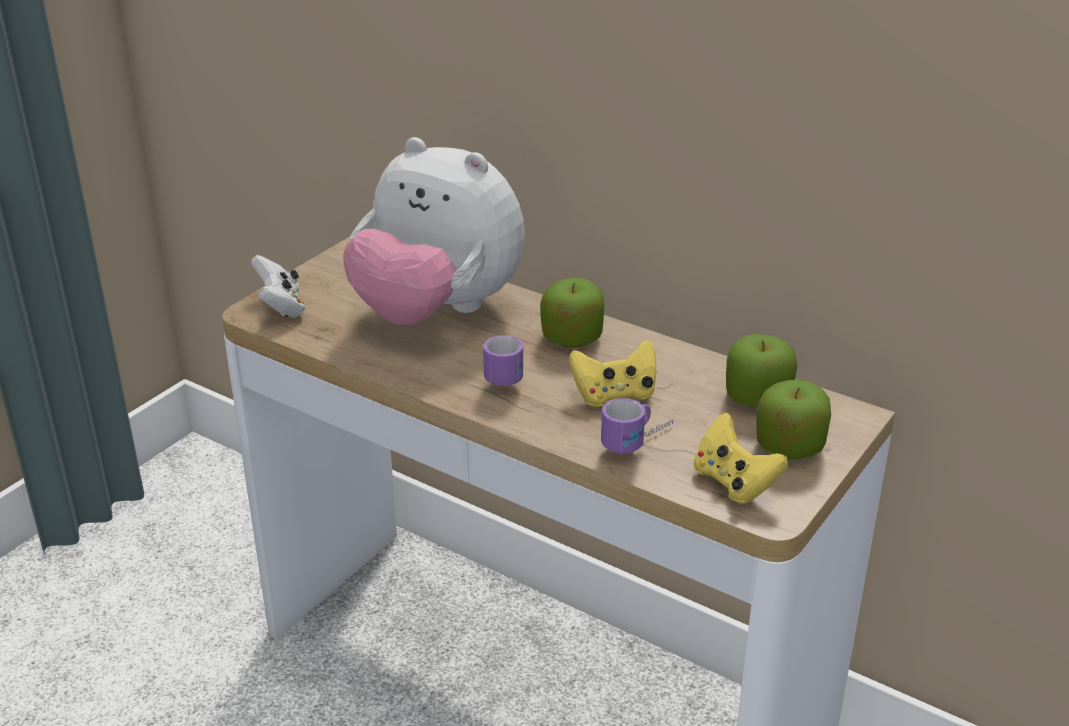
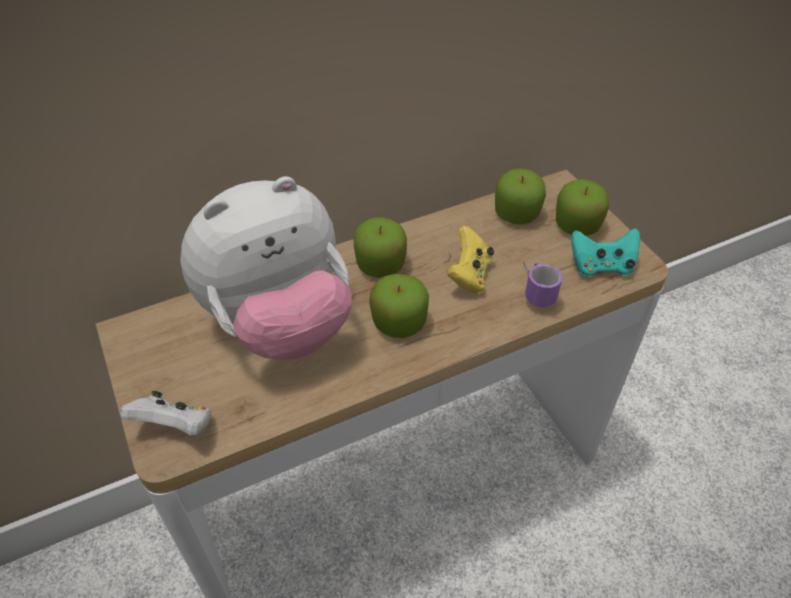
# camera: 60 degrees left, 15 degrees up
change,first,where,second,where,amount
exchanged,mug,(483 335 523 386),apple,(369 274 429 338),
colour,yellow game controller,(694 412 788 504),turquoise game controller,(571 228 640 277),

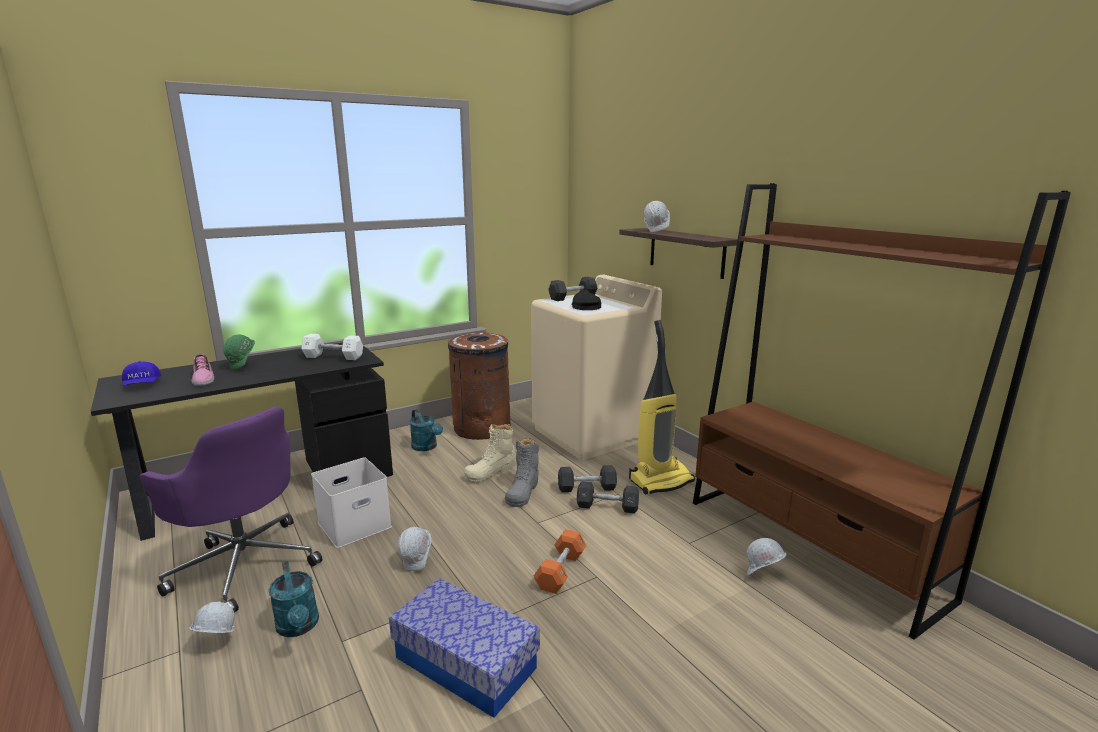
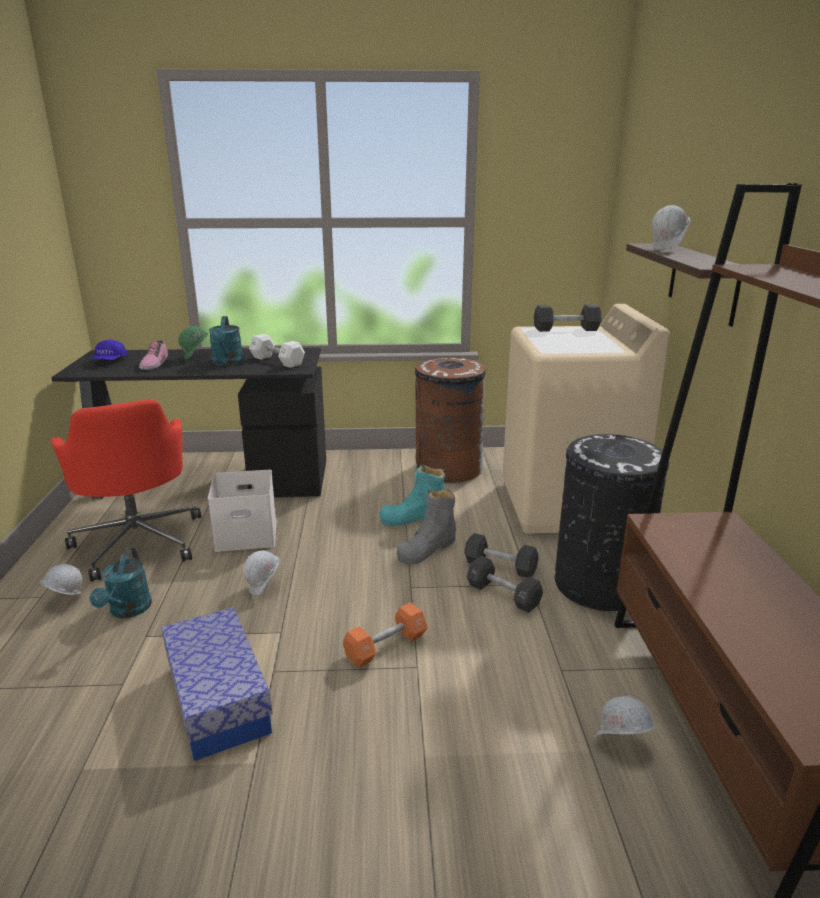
# camera: 30 degrees right, 5 degrees up
change,first,where,second,where,amount
colour,purple office chair,(139 406 322 612),red office chair,(51 399 201 582),
relocated,turquoise watering can,(410 409 443 451),,(209 316 244 366),
colour,beige boot,(464 424 515 483),turquoise boot,(380 465 446 526),
exchanged,vacuum cleaner,(629 320 695 494),black trash can,(555 434 669 611),
missing,black cap,(571 290 601 310),,,

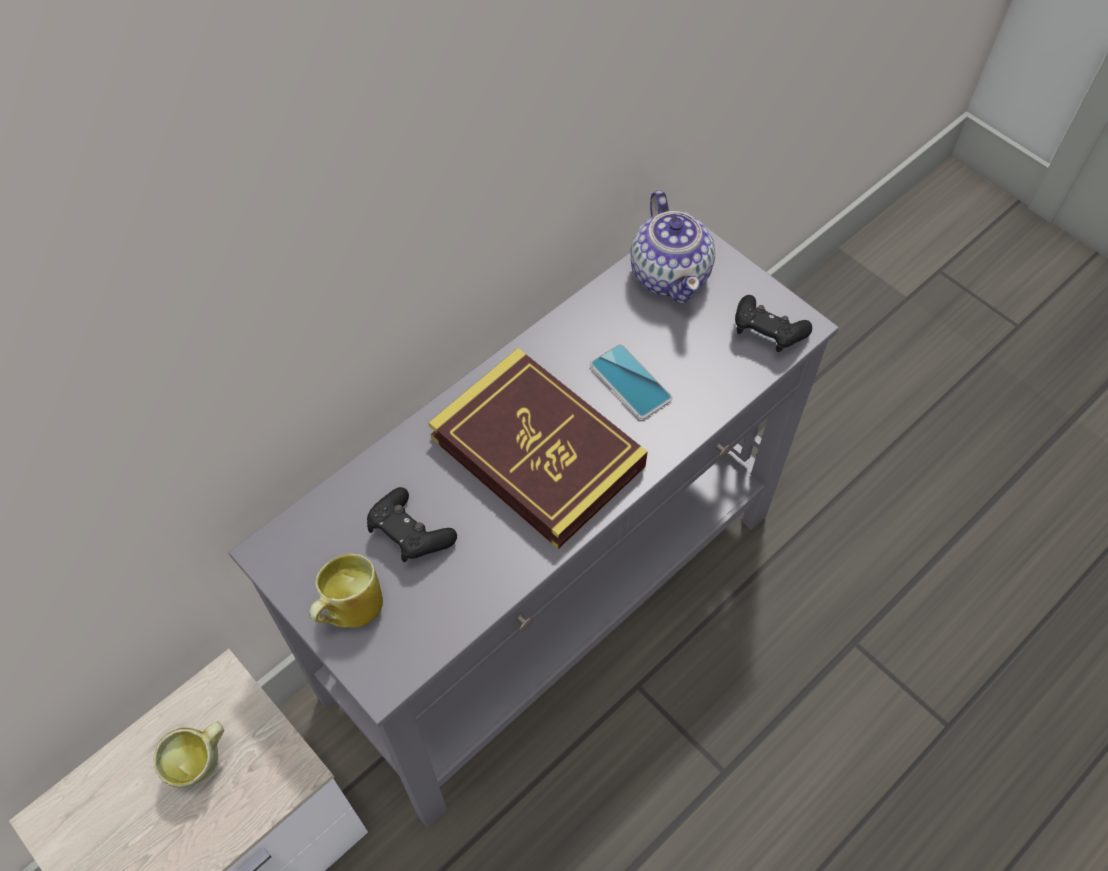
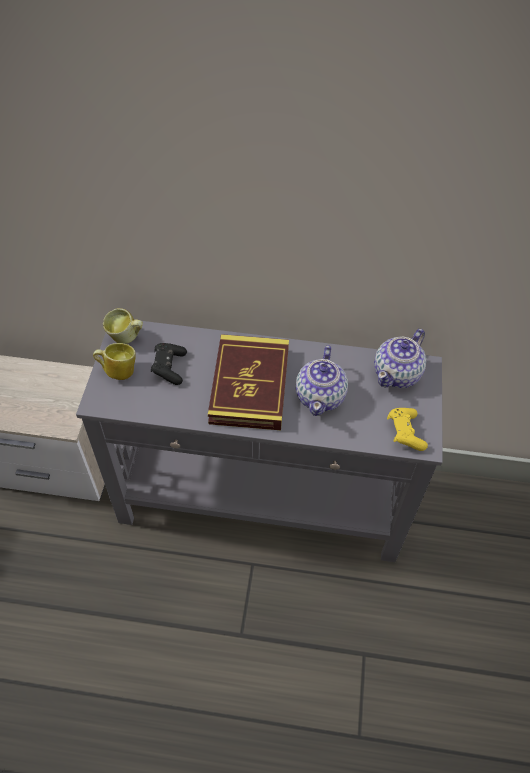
# camera: 50 degrees right, 5 degrees down
change,first,where,second,where,amount
relocated,mug,(153 721 224 787),,(103 308 143 344),
exchanged,phone,(590 344 673 419),teapot,(296 345 348 416),
colour,black game controller,(735 295 812 352),yellow game controller,(387 408 428 451),

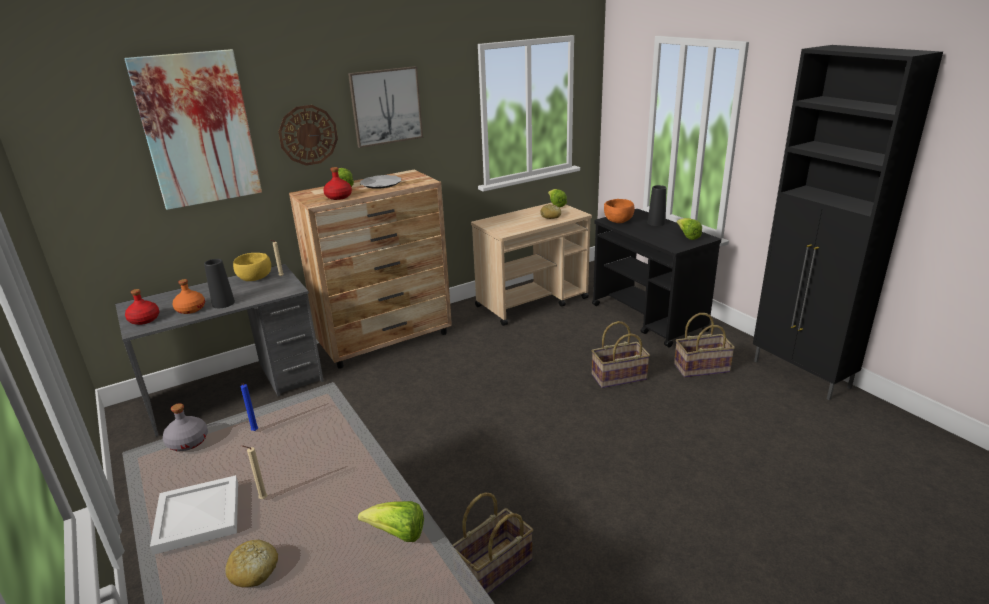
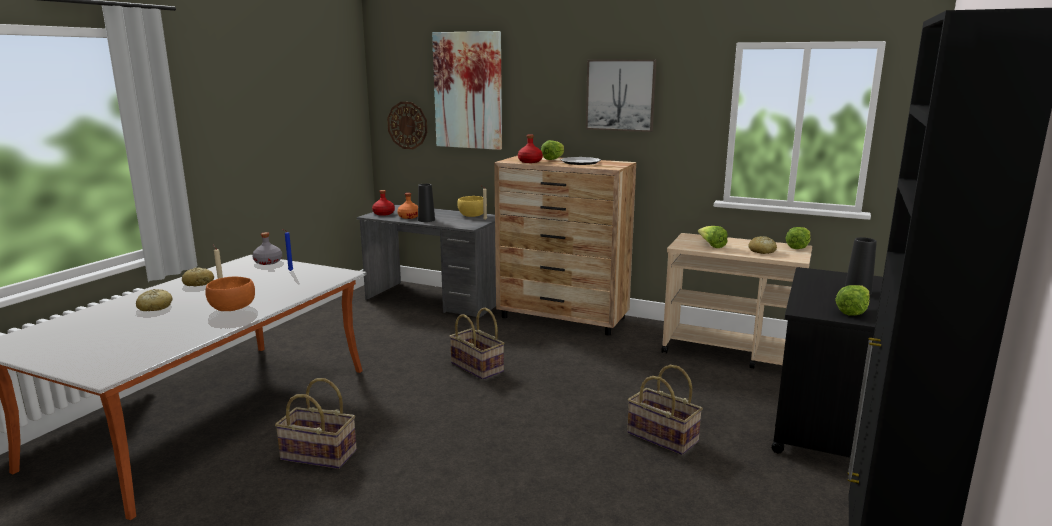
# camera: 55 degrees right, 10 degrees down
change,first,where,second,where,amount
exchanged,white tray,(150 475 238 555),bread,(182 267 214 286),
relocated,orange bowl,(604 199 634 223),,(205 276 255 311),
relocated,wall clock,(278 105 338 166),,(387 102 427 149),
relocated,basket,(674 313 735 378),,(449 308 505 380),
relocated,lettuce,(358 501 424 542),,(698 226 728 248),

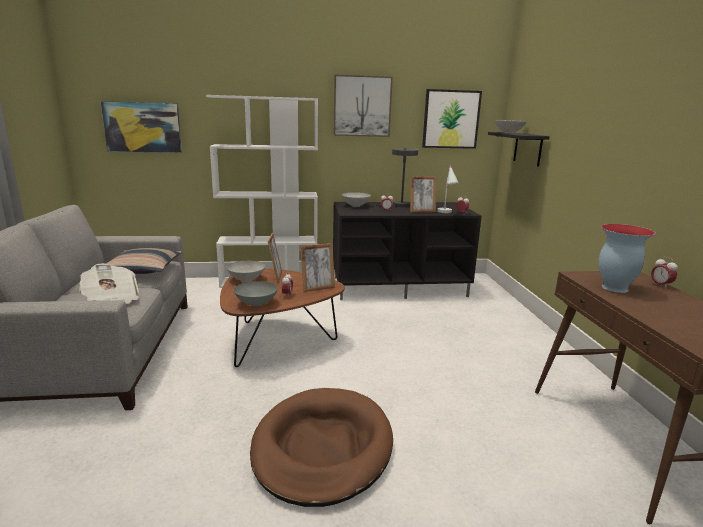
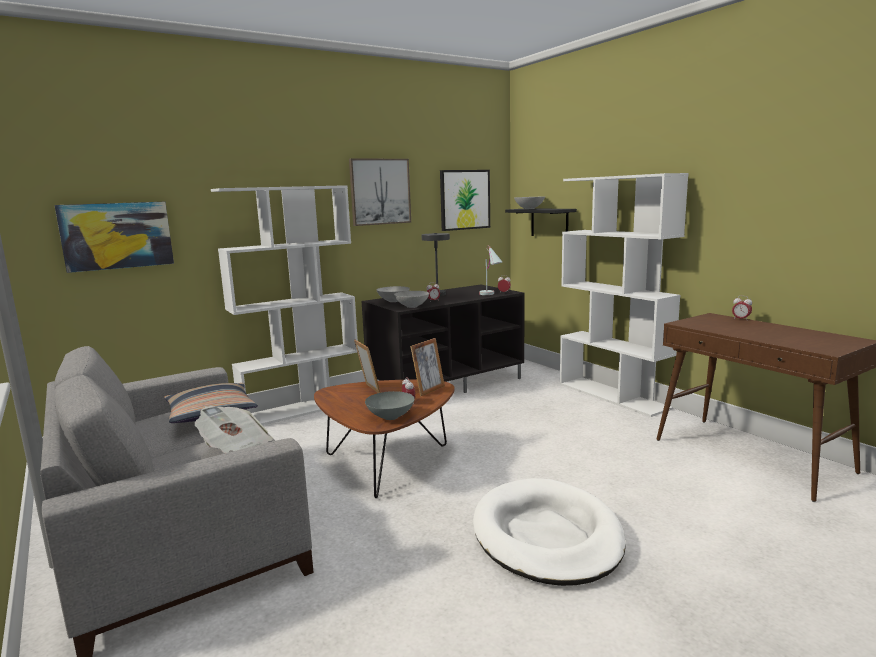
# camera: 25 degrees left, 5 degrees down
change,first,where,second,where,amount
relocated,grey bowl,(226 261 265 282),,(394 291 429 308),
colour,brown dog bed,(250 388 393 507),white dog bed,(473 478 626 586),
appeared,,,white bookcase,(560 173 689 417),
missing,picture frame,(410 176 436 213),,,
missing,vase,(598 224 656 293),,,

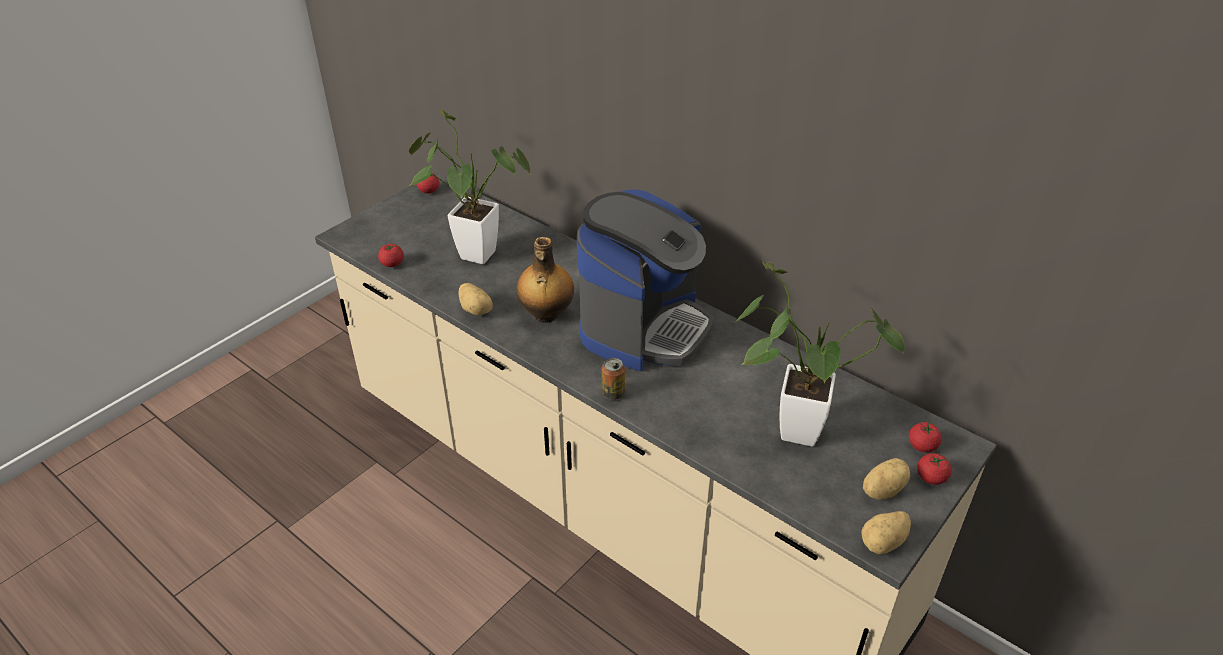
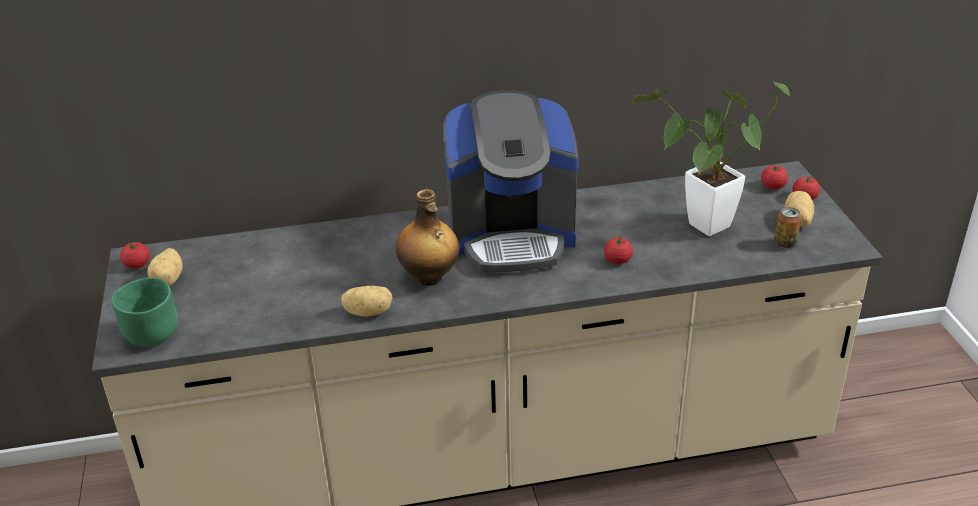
# camera: 50 degrees left, 5 degrees down
change,first,where,second,where,amount
appeared,,,green bowl,(111 278 178 347),
relocated,potato,(861 511 911 554),,(147 248 183 286),
spun,coffee machine,(577 189 714 371),,(443 90 579 272),105 degrees clockwise
relocated,tomato,(378 244 404 267),,(604 236 633 264),
relocated,can,(602 358 625 400),,(774 207 801 249),
missing,potted plant,(409 109 531 264),,,

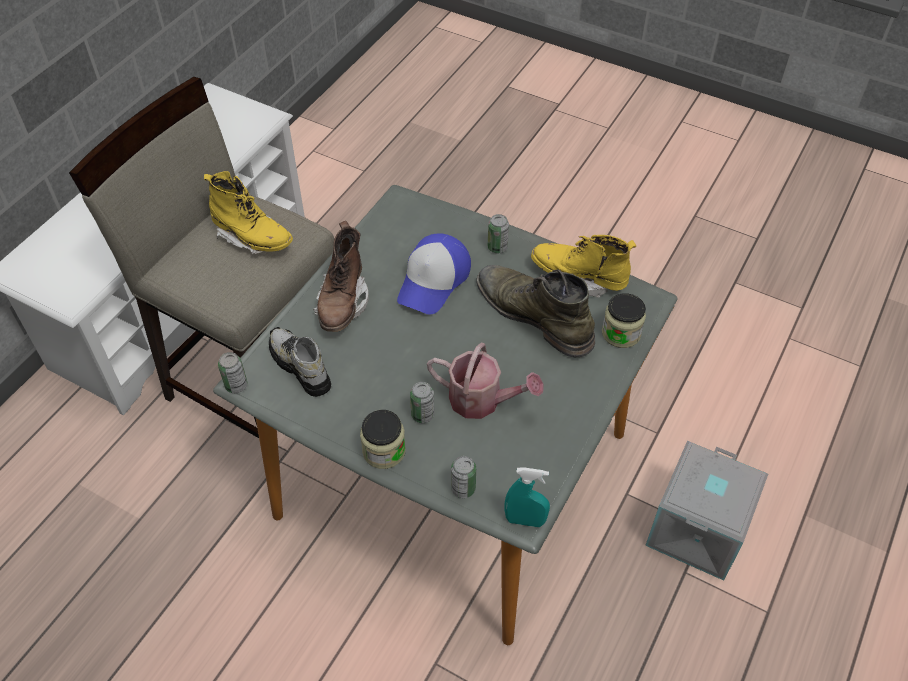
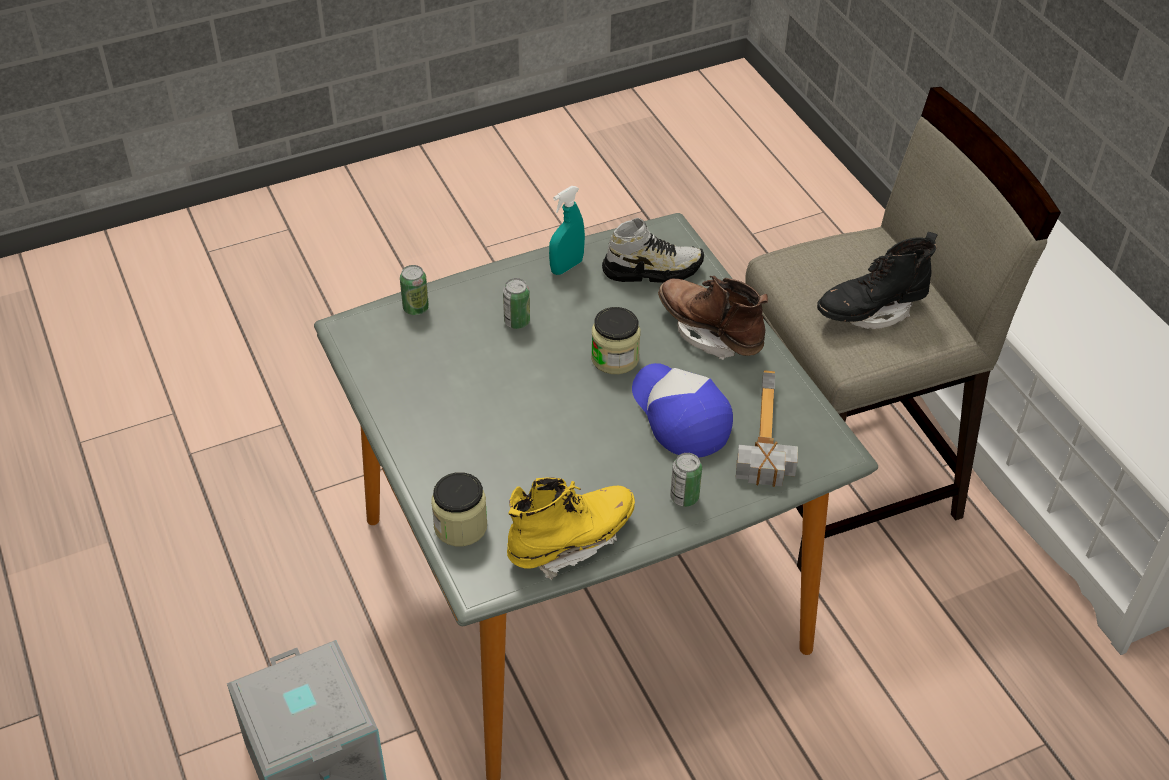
# camera: 125 degrees right, 5 degrees down
change,first,where,second,where,amount
relocated,turquoise spray bottle,(504 467 550 527),,(549 186 585 275),
relocated,jar,(360 410 406 469),,(591 307 640 374),
appeared,,,hammer,(736 370 798 487),
colour,yellow boot,(204 171 293 254),black boot,(817 232 937 329),
missing,can,(218 352 247 393),,,
missing,watering can,(427 343 544 419),,,
missing,green boot,(476 265 595 358),,,

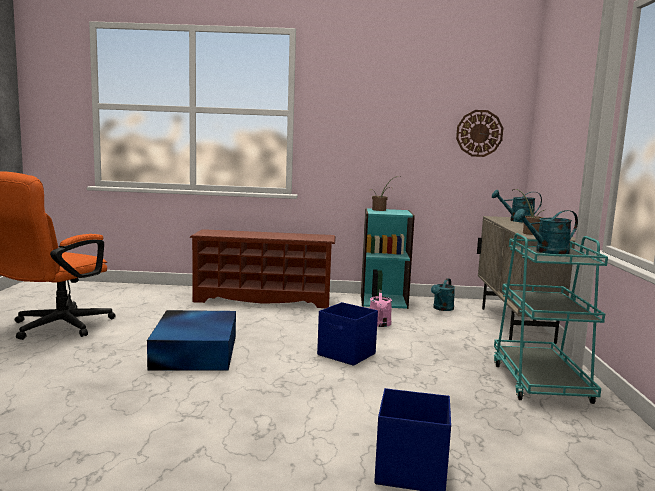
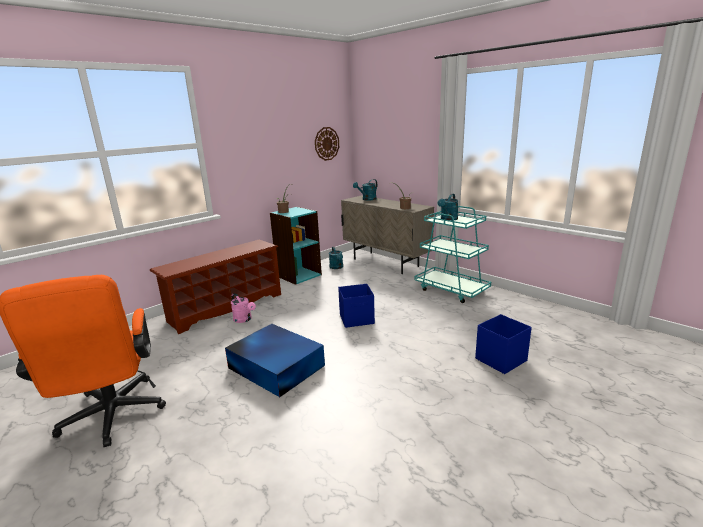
# camera: 45 degrees left, 10 degrees up
change,first,where,second,where,amount
relocated,pink watering can,(370 290 392 327),,(231 293 256 323),

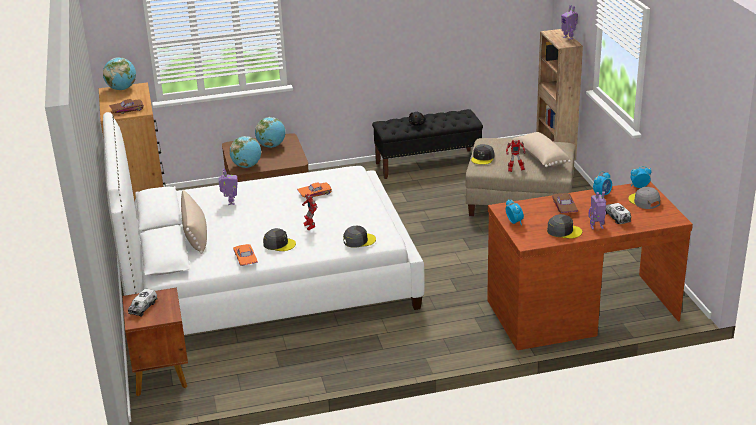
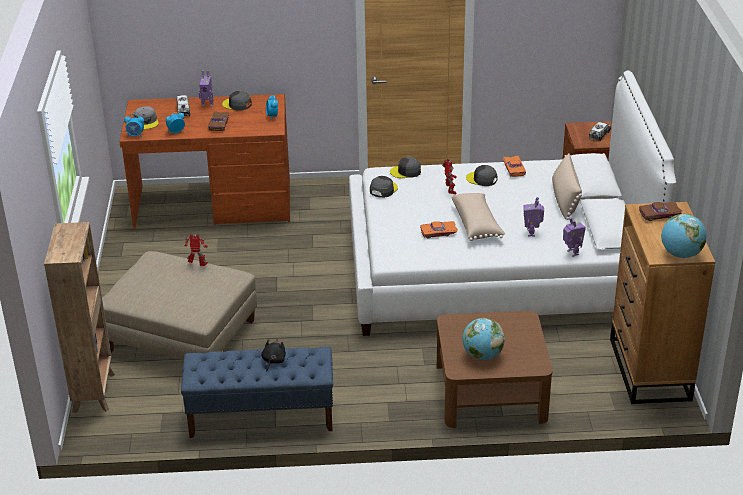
# camera: 170 degrees left, 5 degrees up
change,first,where,second,where,amount
colour,black bench,(372 109 483 179),blue bench,(181 347 333 438),
relocated,grey cap,(471 144 494 165),,(370 176 398 198),
relocated,beige pillow,(512 132 571 167),,(451 193 505 241),
relocated,toy robot,(561 5 578 40),,(563 217 586 257),
missing,globe,(230 136 261 168),,,

